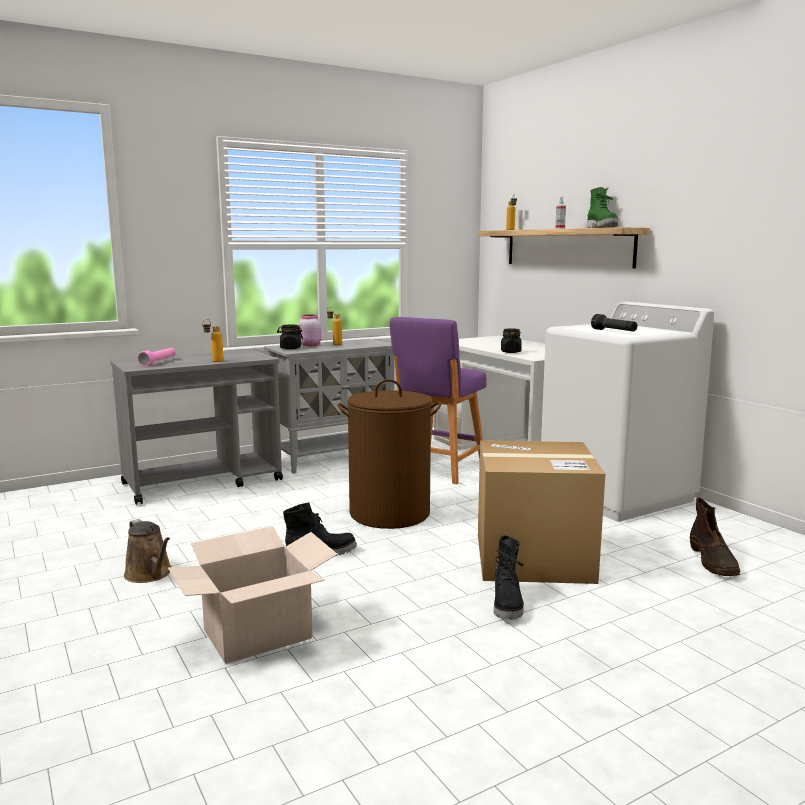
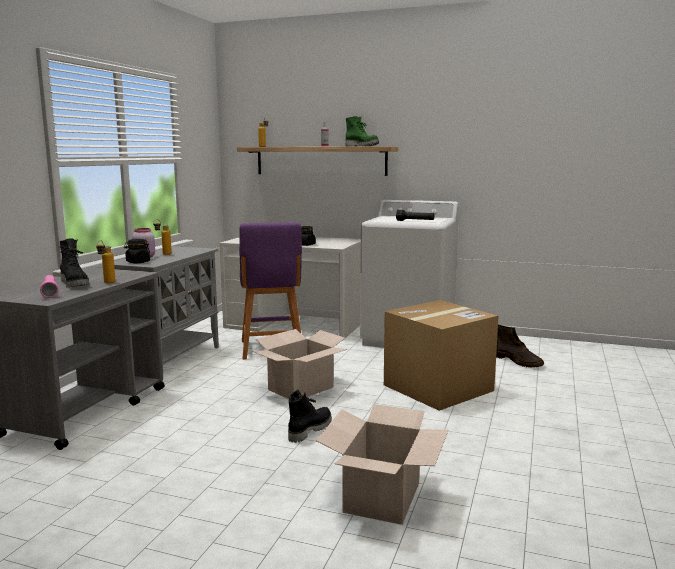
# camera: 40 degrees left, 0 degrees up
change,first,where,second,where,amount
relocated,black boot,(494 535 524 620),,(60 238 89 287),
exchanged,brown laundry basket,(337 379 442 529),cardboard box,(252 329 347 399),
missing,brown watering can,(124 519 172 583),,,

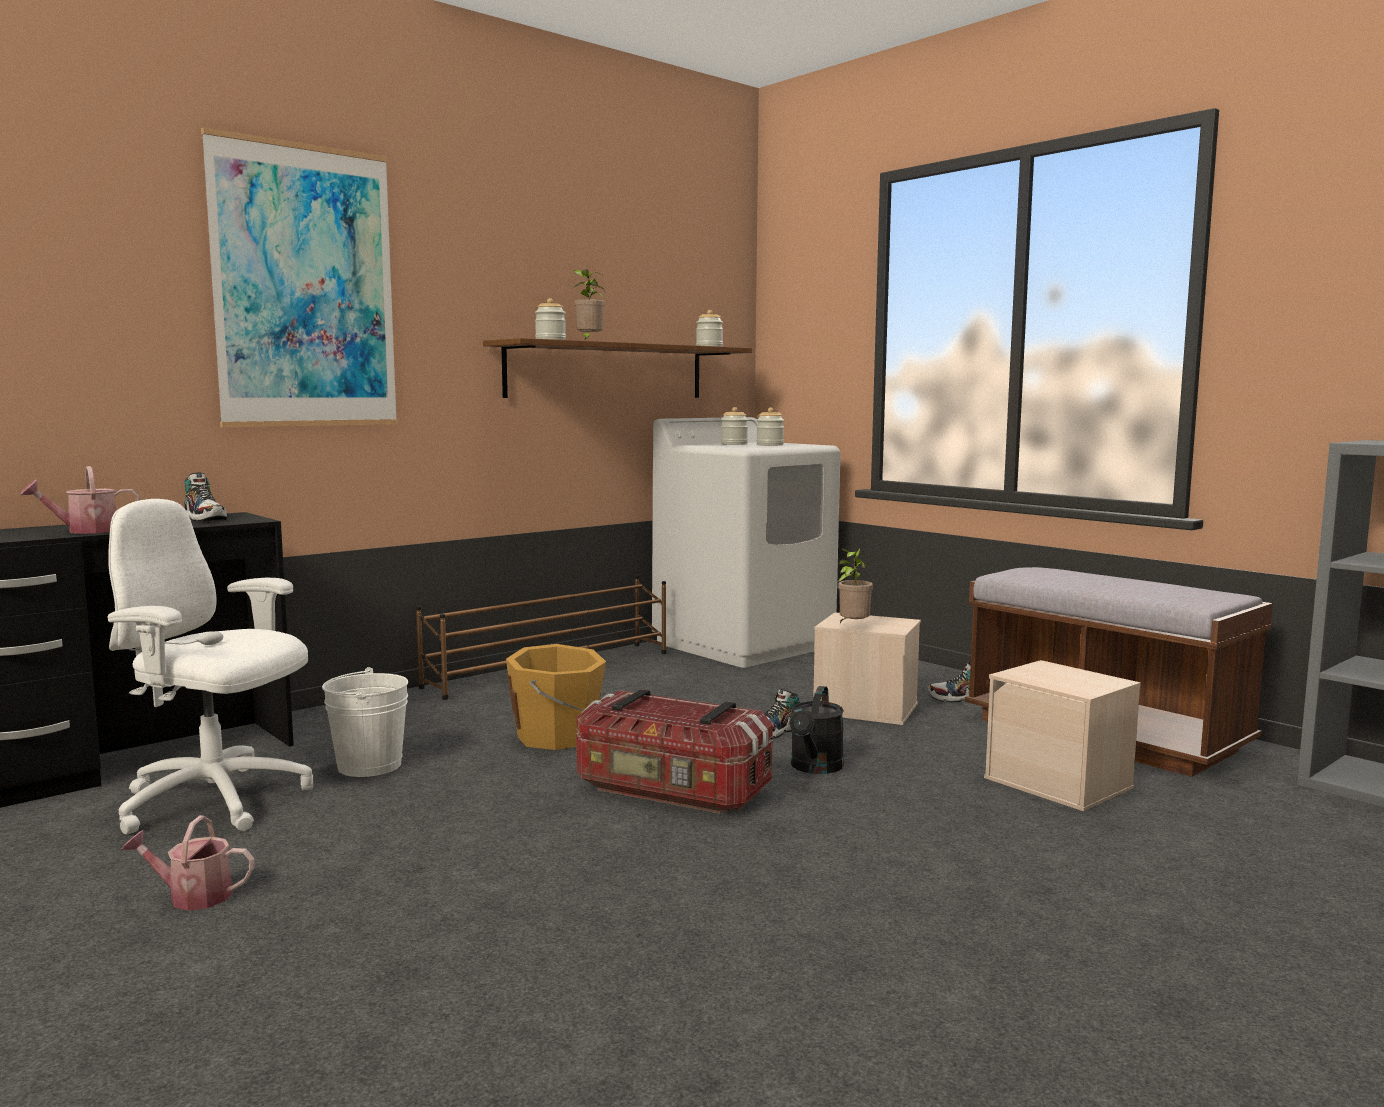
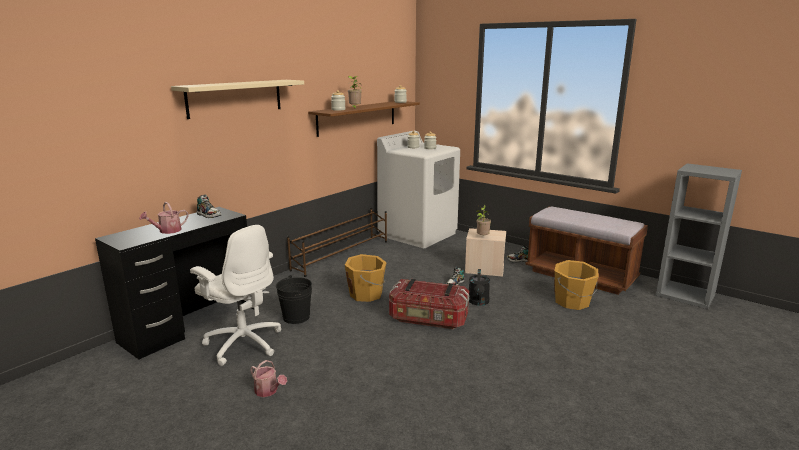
# camera: 10 degrees left, 10 degrees up
change,first,where,second,where,amount
exchanged,picture,(201 127 398 427),beige shelf,(171 80 304 119),
spun,white office chair,(108 499 313 835),,(190 225 281 366),150 degrees counterclockwise
spun,watering can,(121 815 255 911),,(250 360 287 397),135 degrees counterclockwise
colour,white bucket,(322 667 408 777),black bucket,(276 275 312 324),
exchanged,beige storage box,(984 660 1141 811),orange bucket,(554 260 598 310),

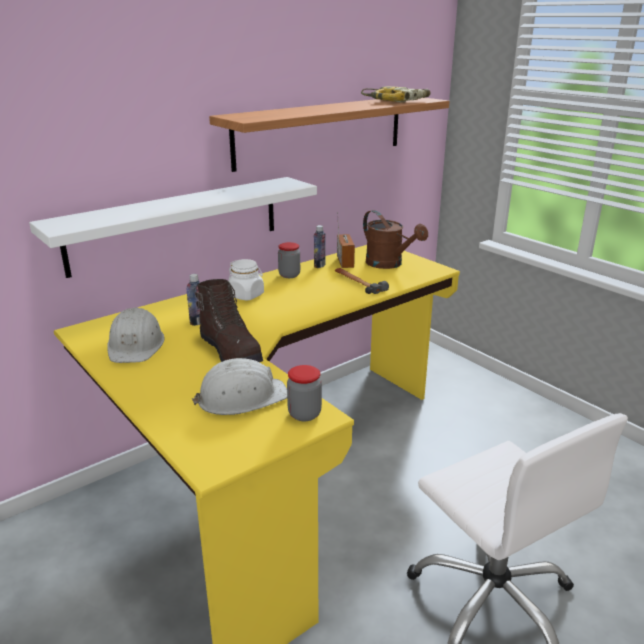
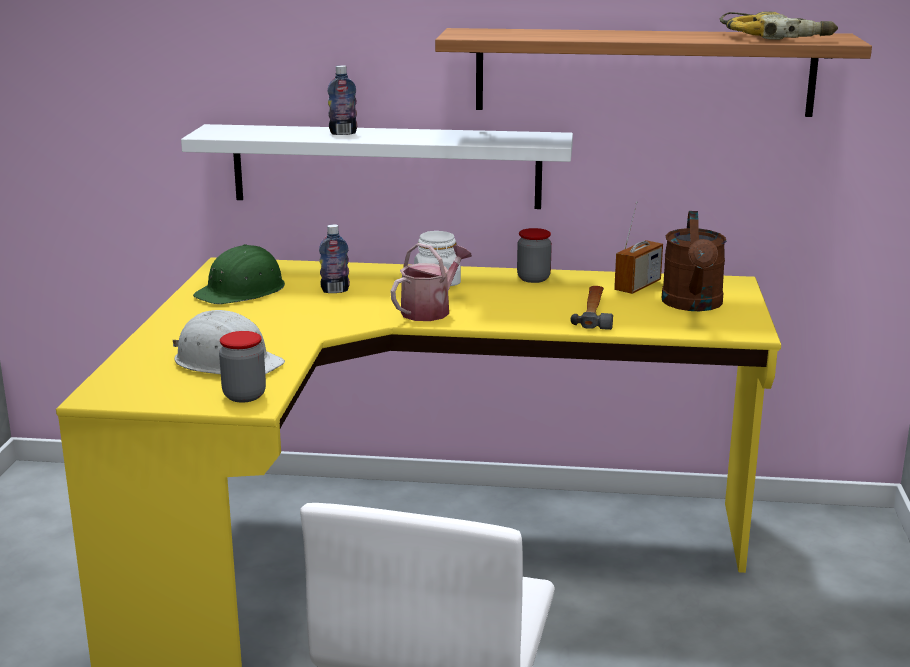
# camera: 45 degrees right, 5 degrees down
change,first,where,second,where,amount
colour,white hard hat,(107 307 165 363),green hard hat,(193 244 285 304),
relocated,bottle,(314 225 325 268),,(328 65 357 135),
appeared,,,watering can,(391 243 472 321),
missing,brown boot,(195 279 263 362),,,

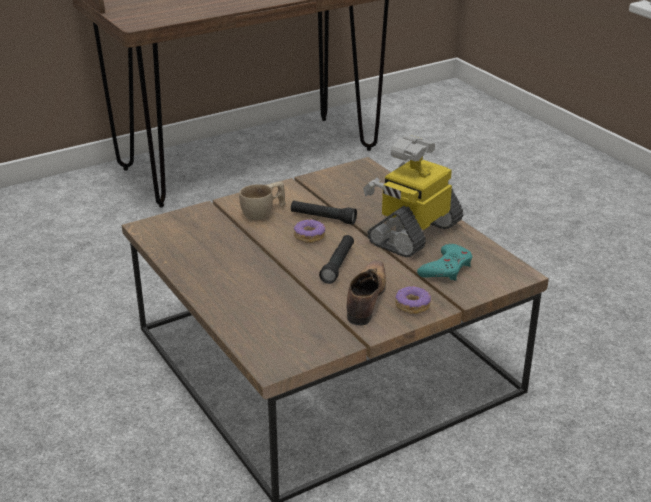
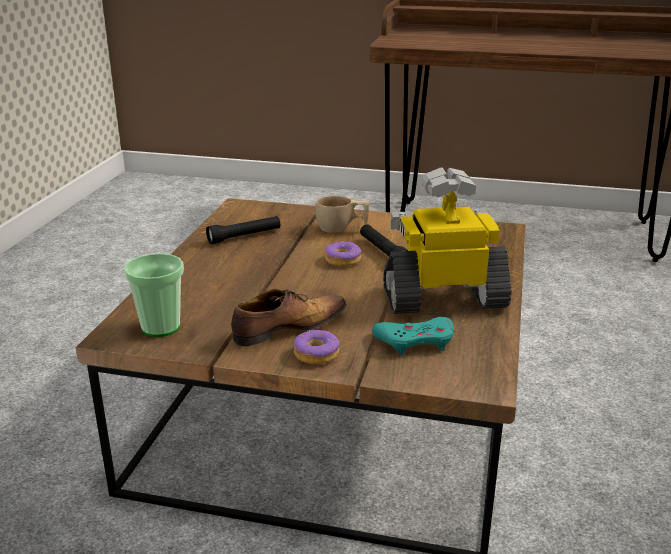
# camera: 45 degrees right, 5 degrees down
change,first,where,second,where,amount
appeared,,,cup,(124 253 184 337),
relocated,black flashlight,(319 235 354 284),,(206 216 280 244),

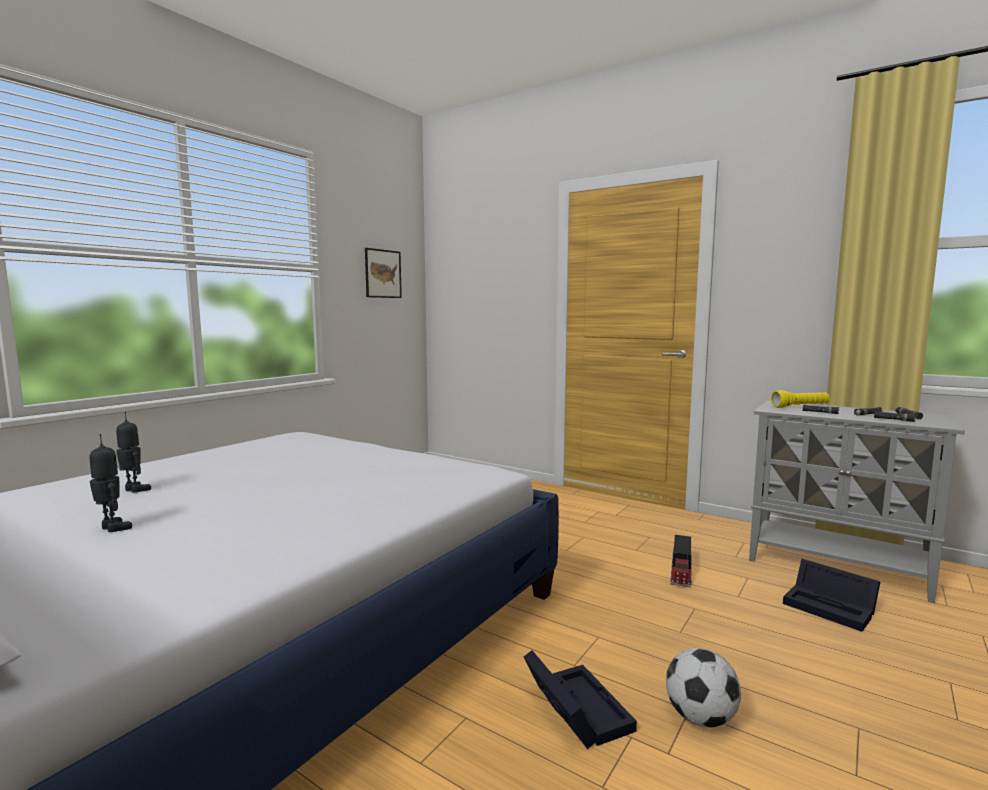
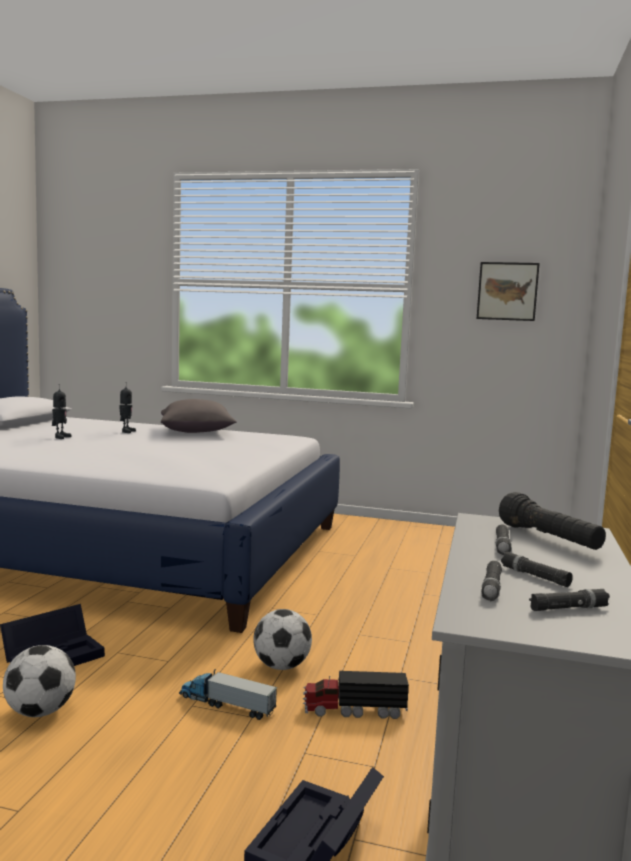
# camera: 70 degrees right, 0 degrees up
change,first,where,second,where,amount
appeared,,,grey pillow,(161 399 237 433),
appeared,,,toy truck,(179 669 277 720),
appeared,,,football,(253 609 312 670),
colour,yellow flashlight,(771 390 830 408),black flashlight,(499 492 606 550),

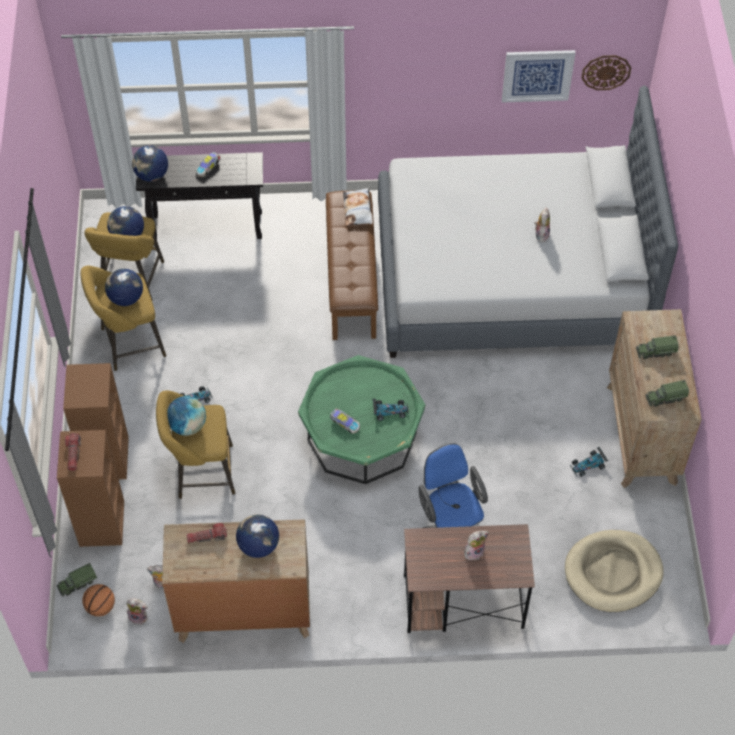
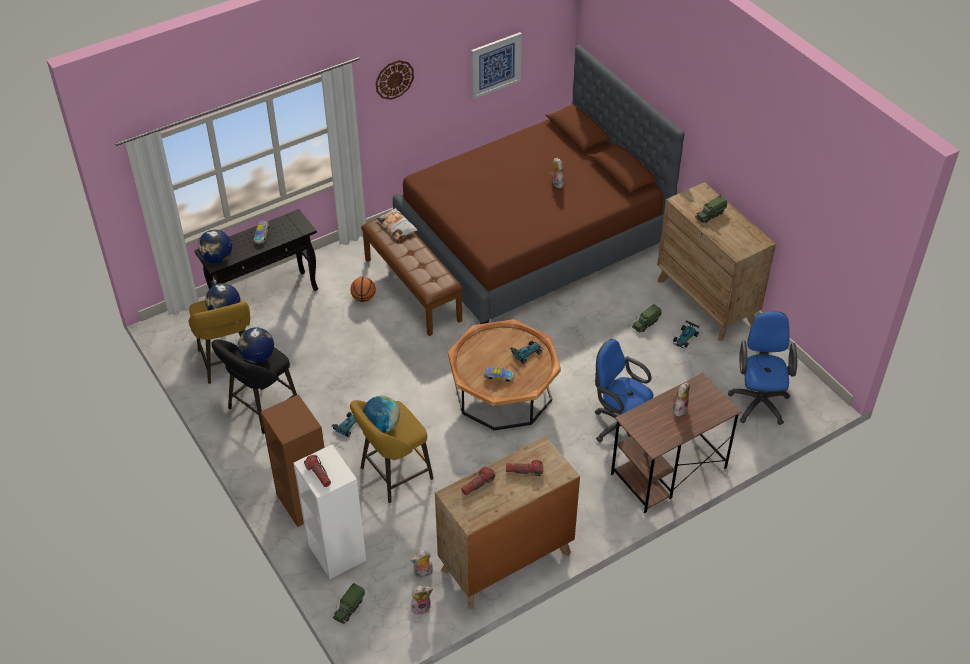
# camera: 30 degrees left, 10 degrees down
change,first,where,second,where,amount
colour,yellow stool,(80 266 166 371),black stool,(211 339 297 434),
colour,brown bookcase,(57 430 124 547),white bookcase,(294 444 366 579),
relocated,basketball,(82 584 115 616),,(350 277 376 302),
relocated,wall clock,(582 55 631 90),,(376 60 414 100),
colour,grey bed,(378 86 678 358),brown bed,(393 45 684 324),
colour,green coffee table,(298 355 425 484),brown coffee table,(448 319 561 430),
exchanged,globe,(236 514 279 558),flashlight,(506 460 543 476),
relocated,toy truck,(645 380 689 407),,(632 304 662 333),
exchanged,beige dog bed,(565 530 663 612),blue office chair,(728 311 797 425),

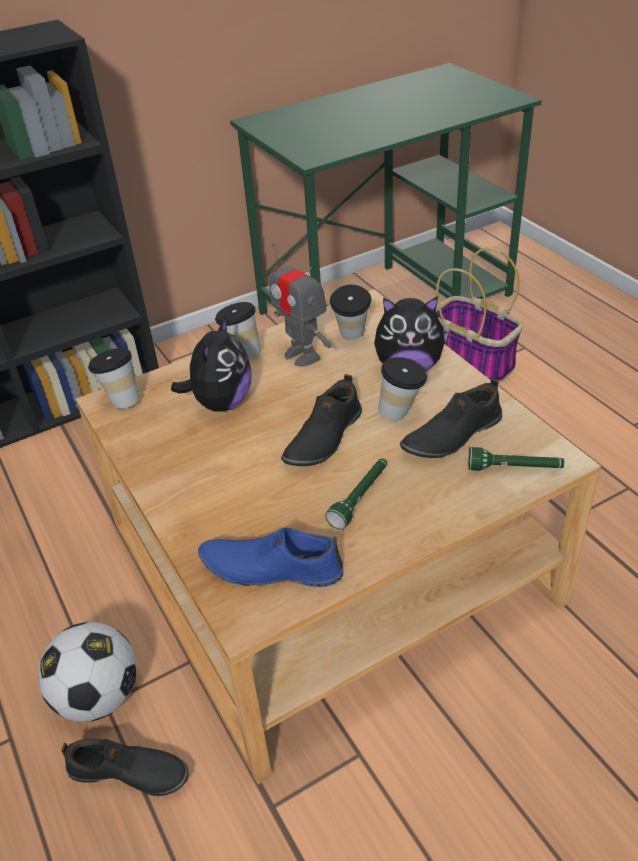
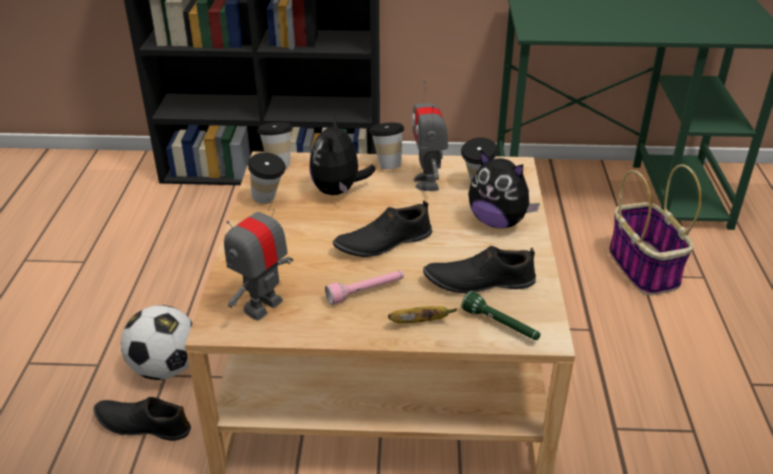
# camera: 30 degrees right, 5 degrees down
change,first,where,second,where,amount
spun,black shoe,(61 739 189 796),,(93 397 191 441),150 degrees clockwise
exchanged,blue shoe,(198 528 343 587),toy robot,(224 189 293 321),
relocated,cup,(378 357 427 421),,(248 152 286 204),
spun,plush toy,(171 315 252 412),,(310 115 376 195),135 degrees clockwise
colour,green flashlight,(325 458 387 530),pink flashlight,(325 270 404 305),
appeared,,,banana,(388 306 457 323),

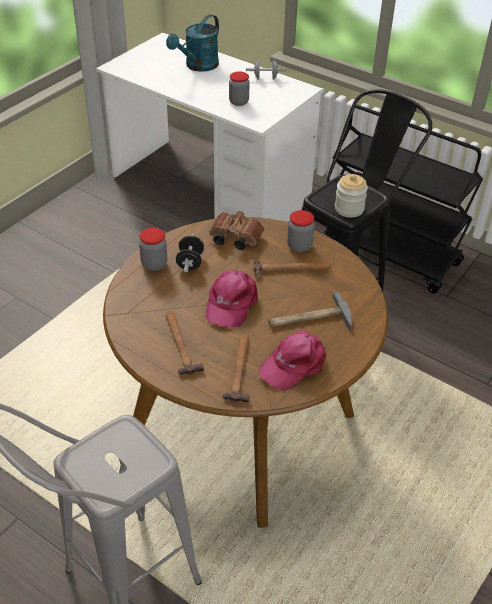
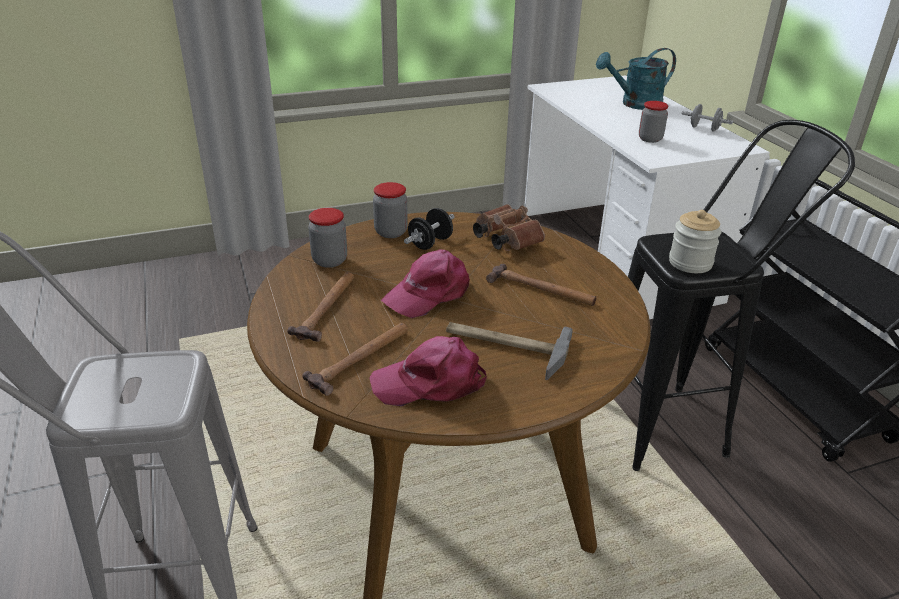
# camera: 35 degrees right, 10 degrees down
change,first,where,second,where,amount
relocated,jar,(287 210 315 253),,(308 208 347 268),

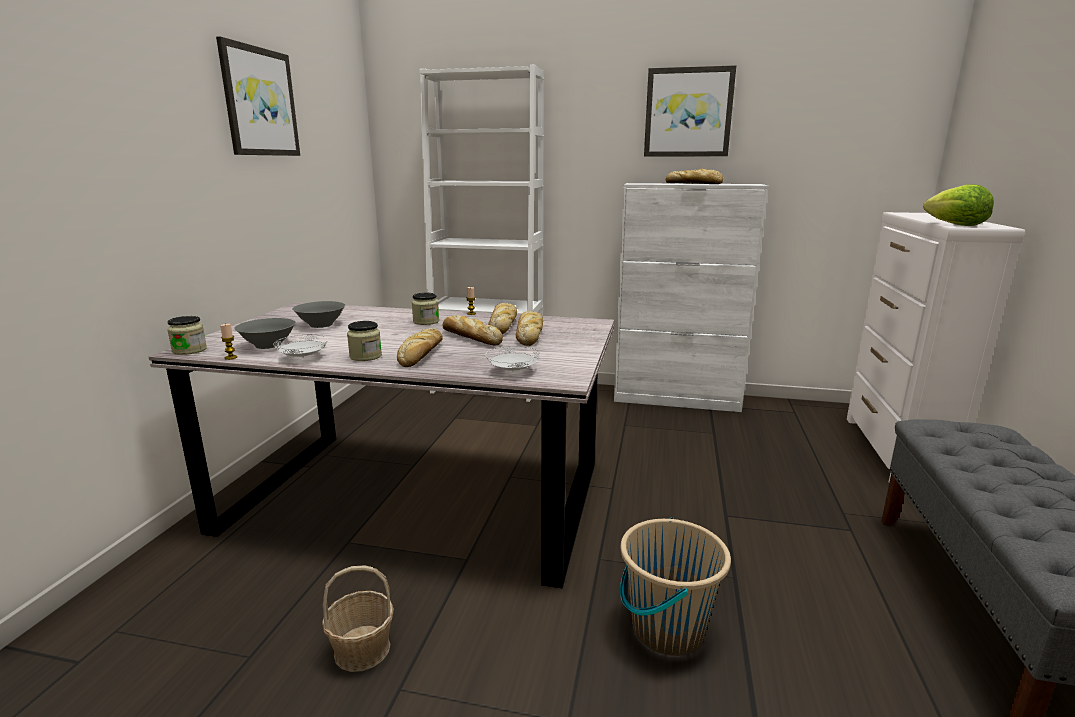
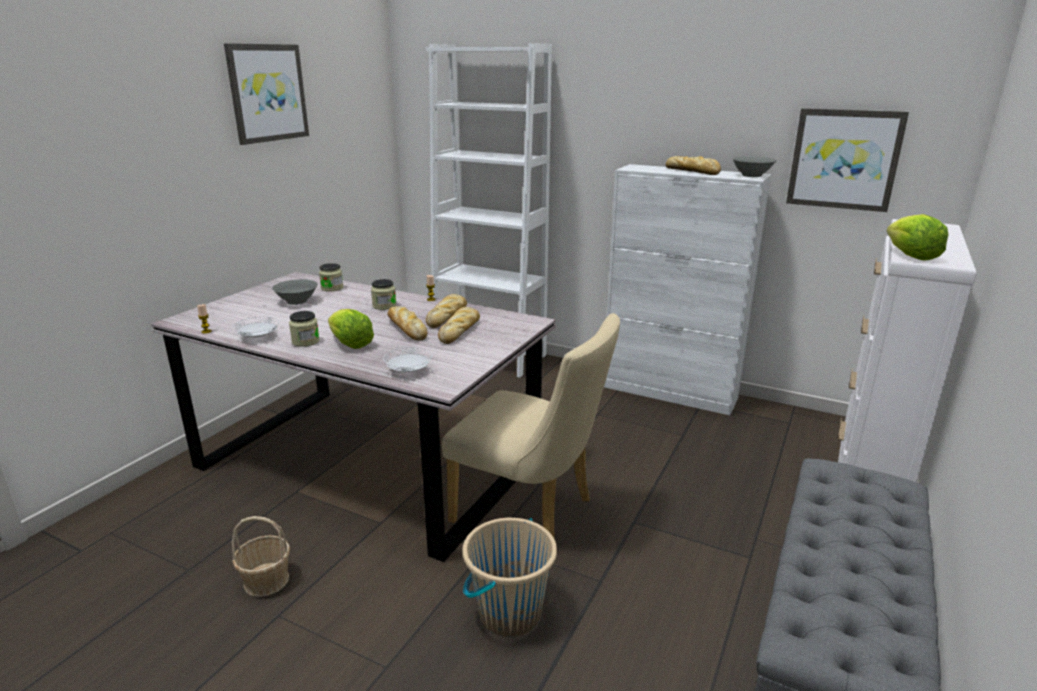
# camera: 15 degrees right, 5 degrees up
change,first,where,second,where,amount
relocated,jar,(167 316 207 355),,(319 263 343 292),
exchanged,bread,(397 328 443 367),lettuce,(328 309 374 349),
appeared,,,beige chair,(442 313 620 539),
relocated,grey bowl,(234 318 296 349),,(732 156 777 177),
relocated,picture,(644 65 736 156),,(786 108 909 212),

